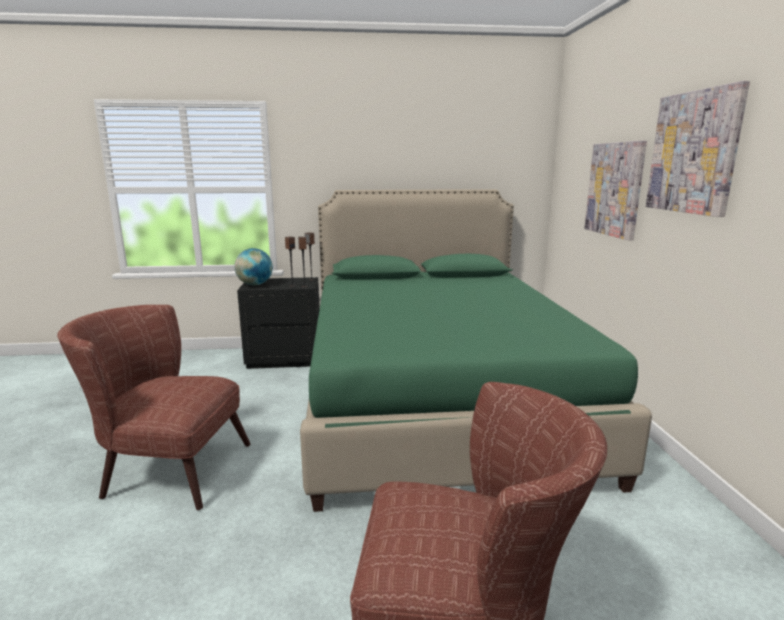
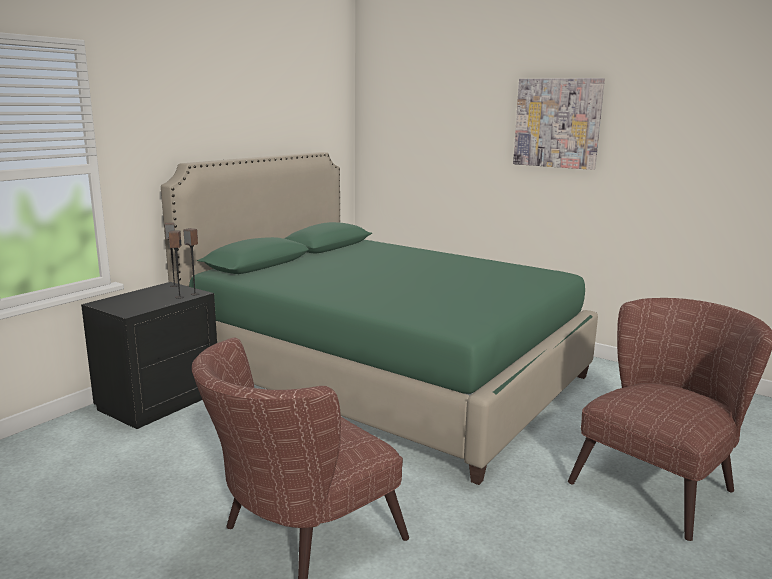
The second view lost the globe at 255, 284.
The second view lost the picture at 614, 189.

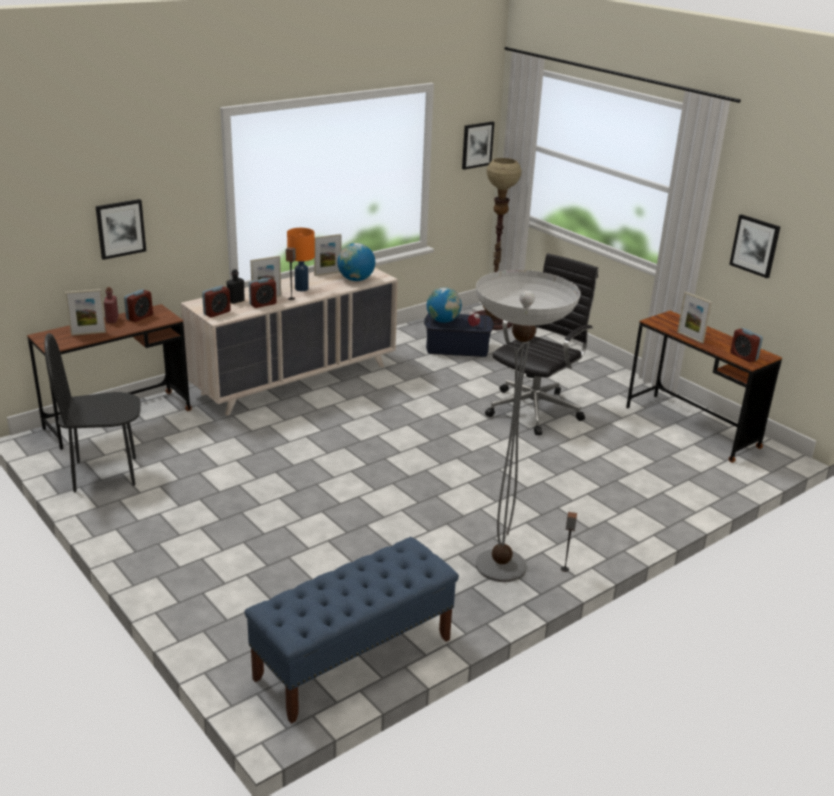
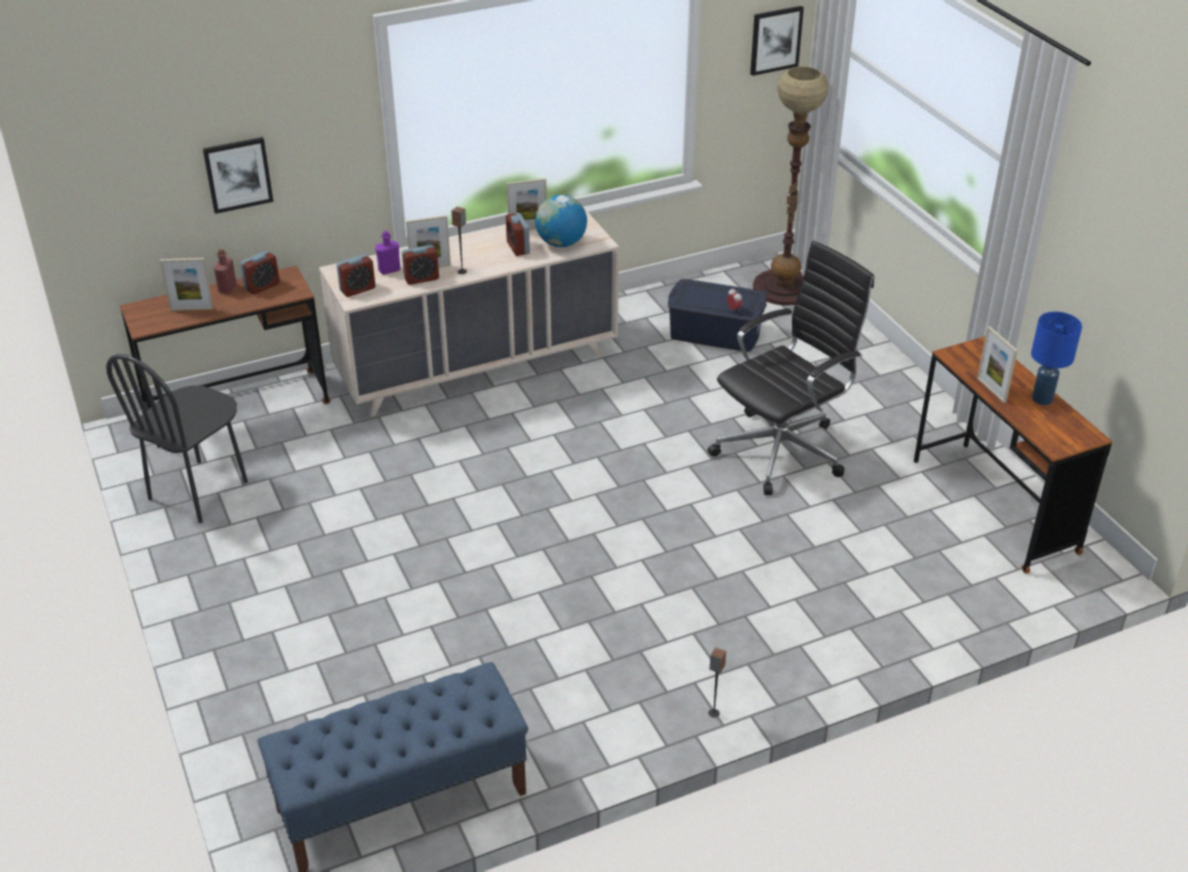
The black chair at 105, 474 ended up facing another way, 60 degrees counterclockwise from before.
What was the black bottle at 236, 301 turned into the purple bottle at 389, 270.
The alarm clock ended up elsewhere, having gone from 743, 356 to 518, 248.
The second view gained the blue table lamp at 1041, 399.
The second view lost the orange table lamp at 301, 289.
The second view lost the globe at 443, 321.
The second view lost the floor lamp at 501, 566.
The second view lost the picture at 755, 245.

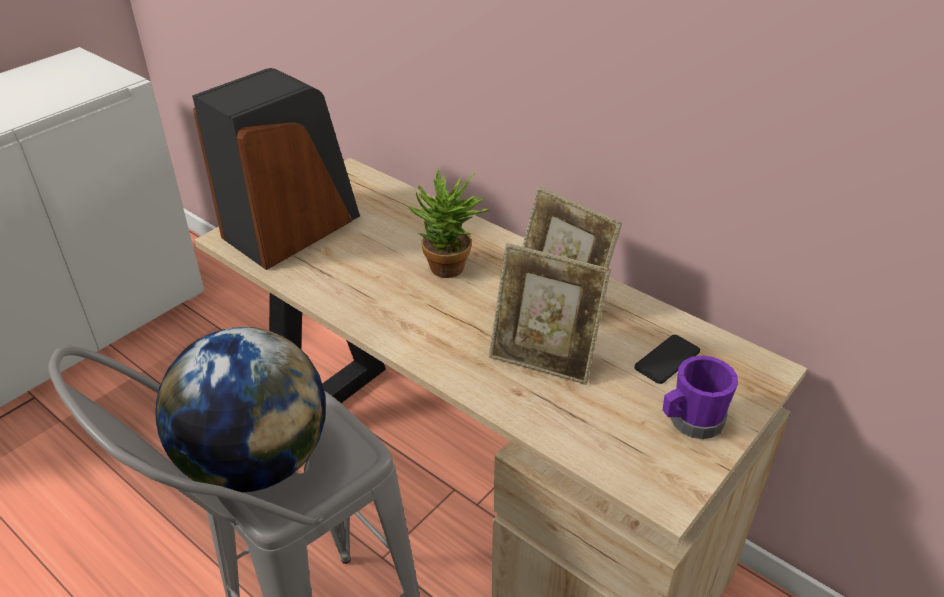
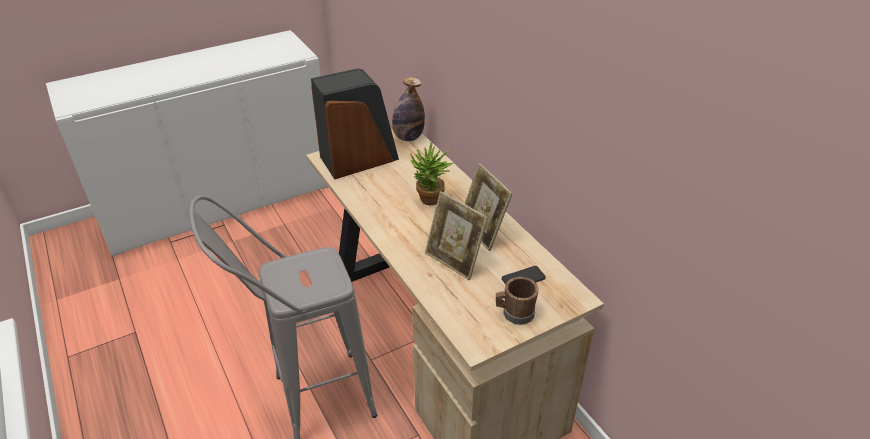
The second view gained the bottle at 408, 137.
What was the purple mug at 690, 421 turned into the brown mug at 514, 313.
The second view lost the globe at 256, 462.

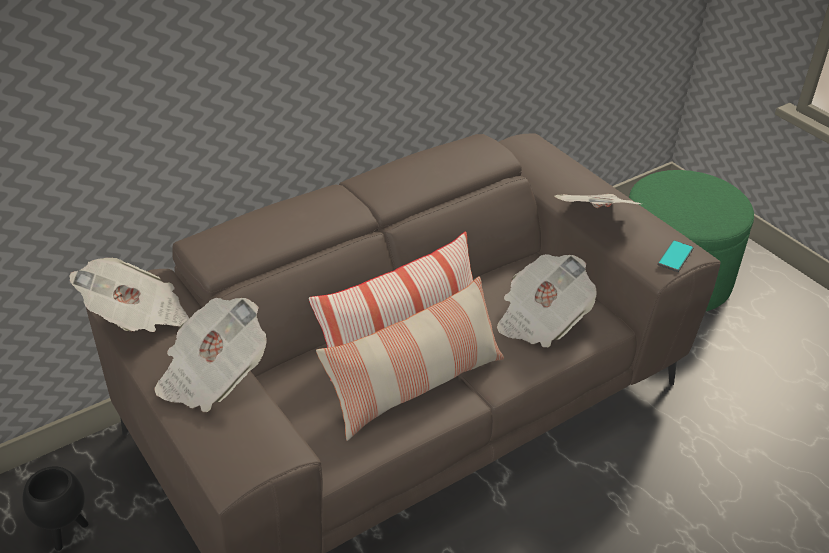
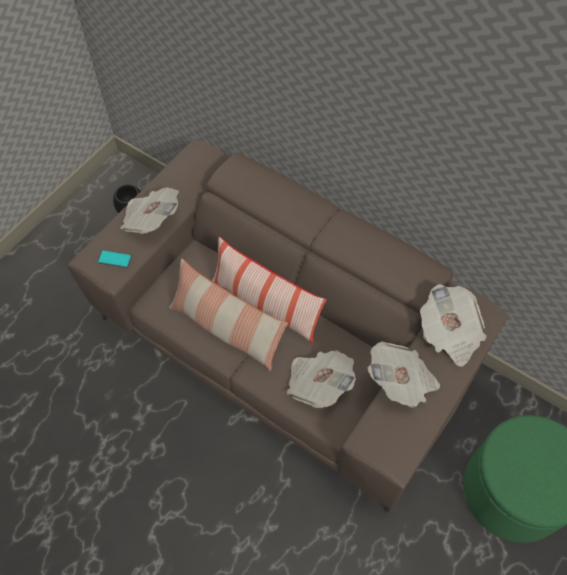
The phone ended up elsewhere, having gone from 675, 256 to 114, 259.
The newspaper ended up elsewhere, having gone from 138, 317 to 449, 333.

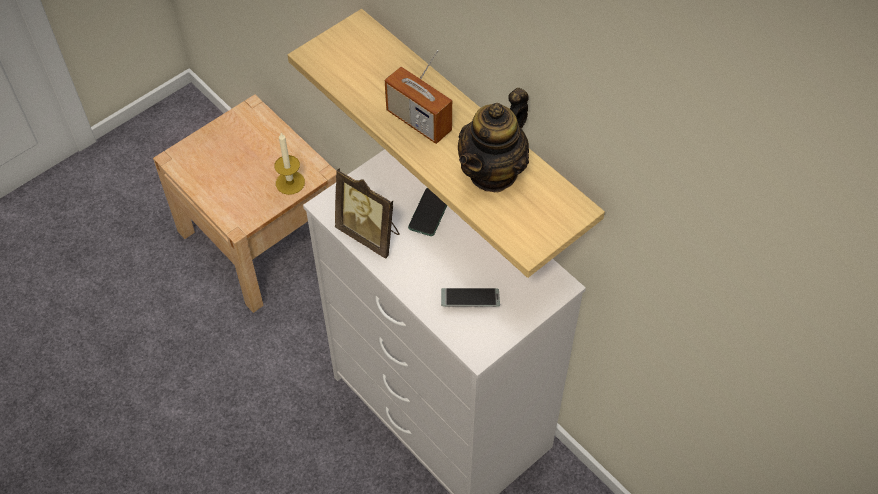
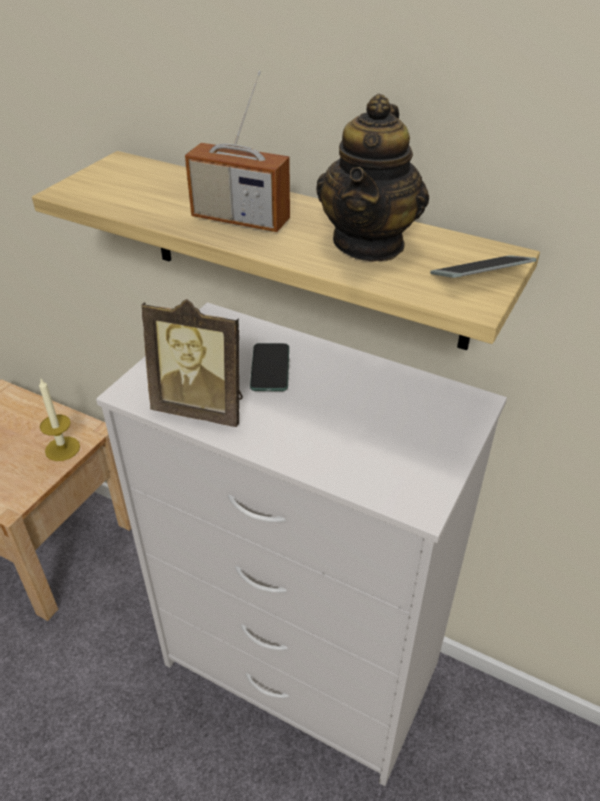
The phone ended up elsewhere, having gone from 470, 301 to 480, 276.

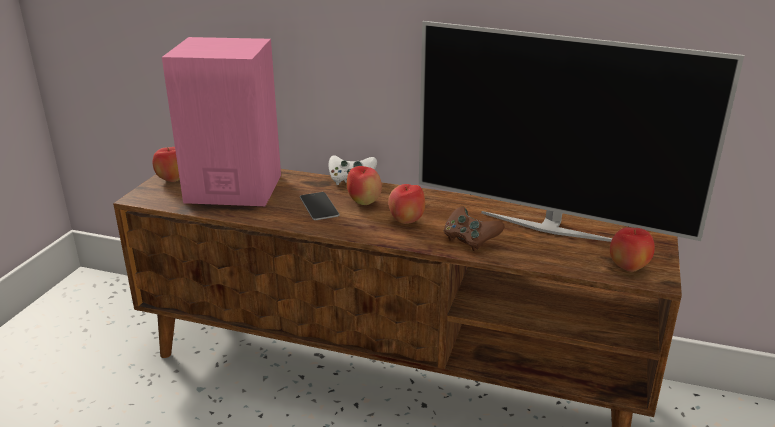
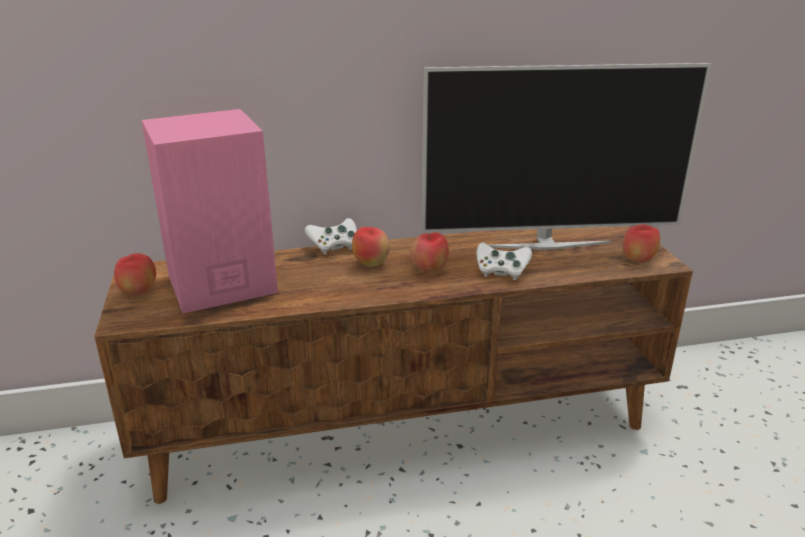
What was the brown game controller at 470, 240 turned into the white game controller at 501, 272.
The second view lost the phone at 319, 206.

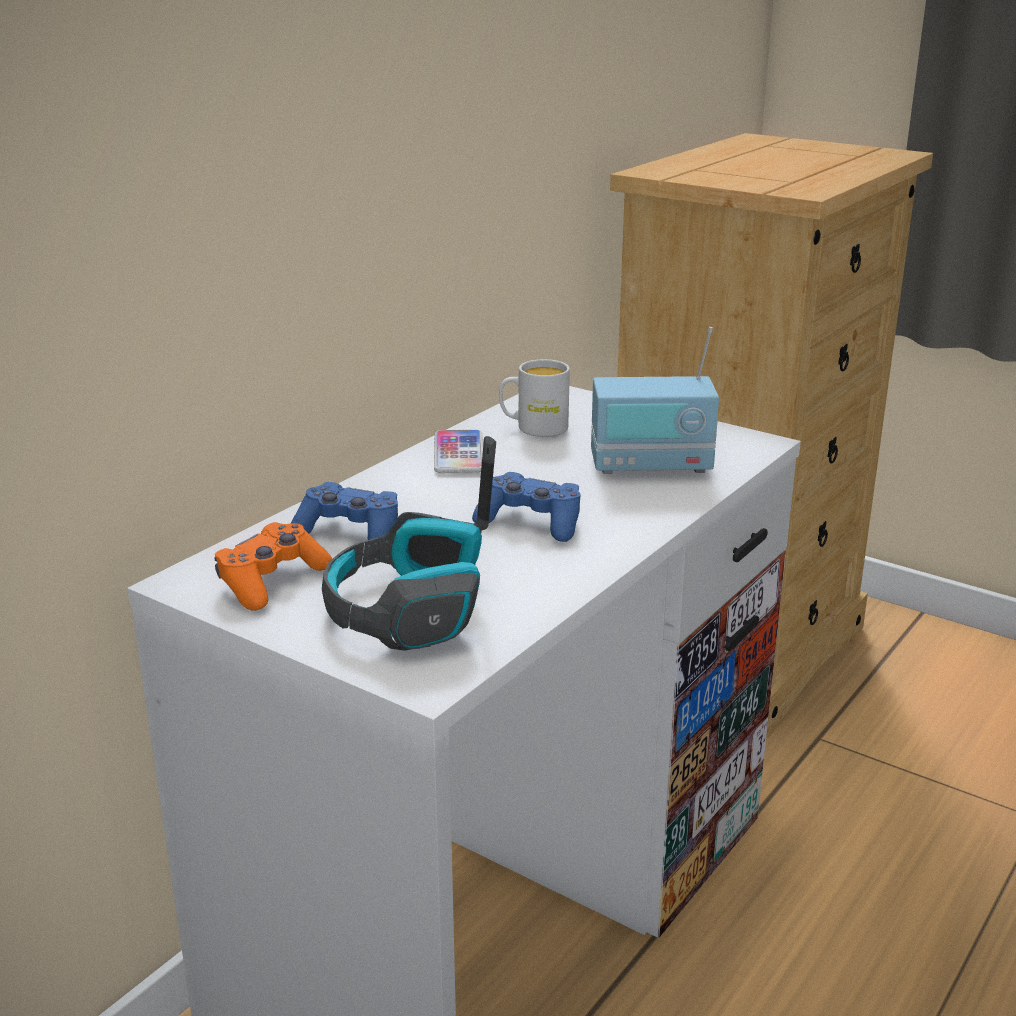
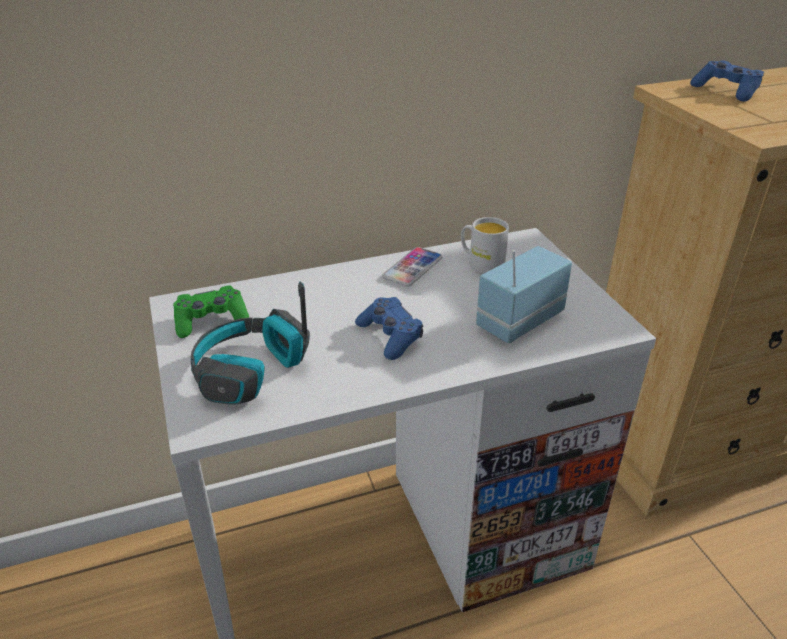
What was the orange game controller at 272, 581 turned into the green game controller at 211, 321.
The radio at 651, 466 ended up facing another way, 105 degrees clockwise from before.
The blue game controller ended up elsewhere, having gone from 350, 533 to 726, 91.

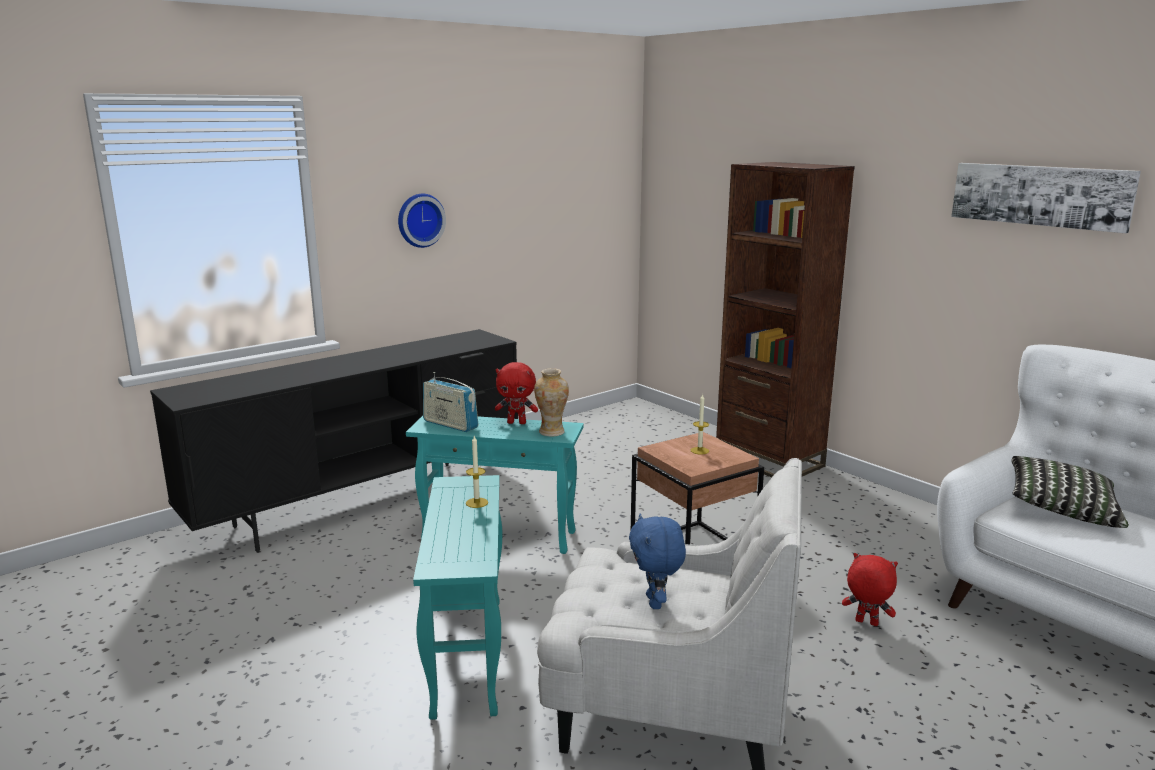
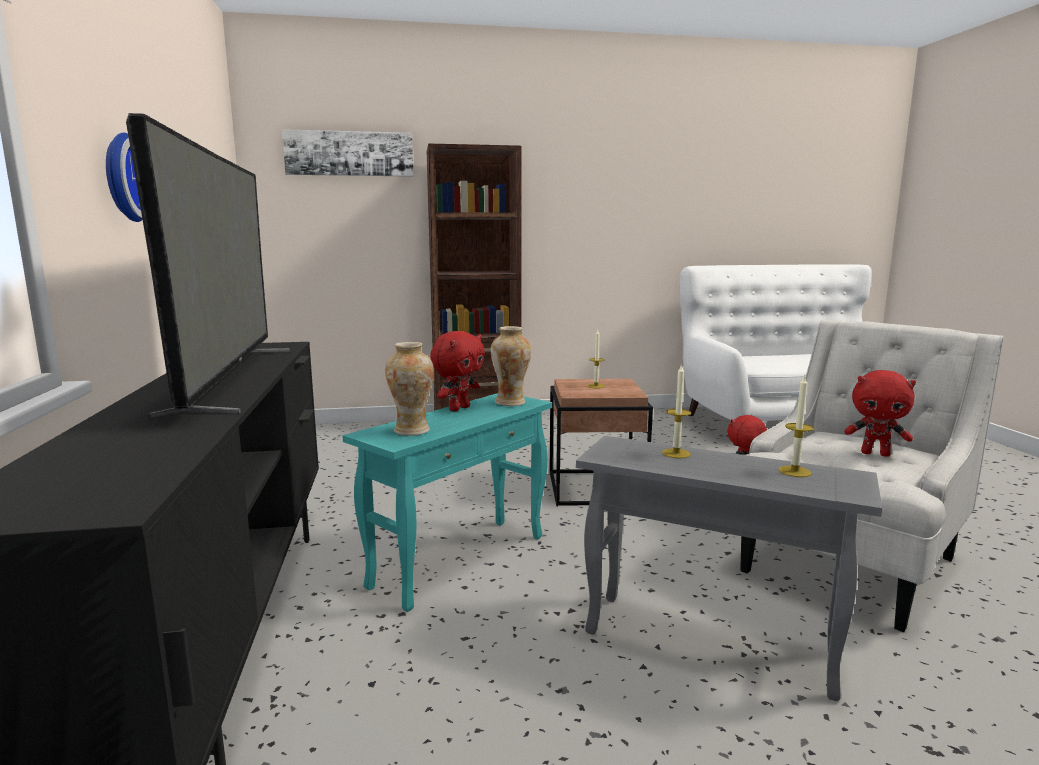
The second view gained the television at 232, 377.
The picture ended up elsewhere, having gone from 1040, 195 to 349, 153.
Where the radio stood at 450, 424, the vase came to stand at 412, 431.
What was the turquoise side table at 467, 655 turned into the grey side table at 708, 643.
The second view gained the candle at 794, 471.
What was the blue plush toy at 656, 602 turned into the red plush toy at 875, 454.
The second view lost the pillow at 1060, 509.

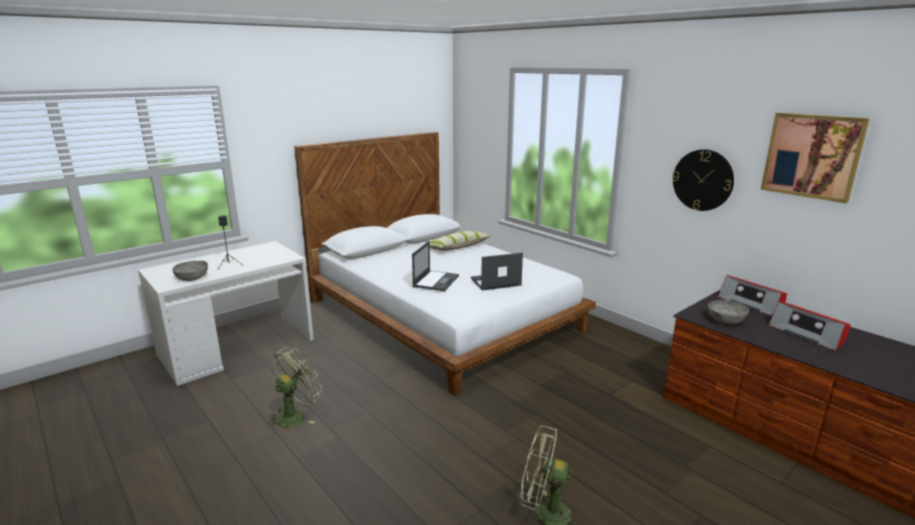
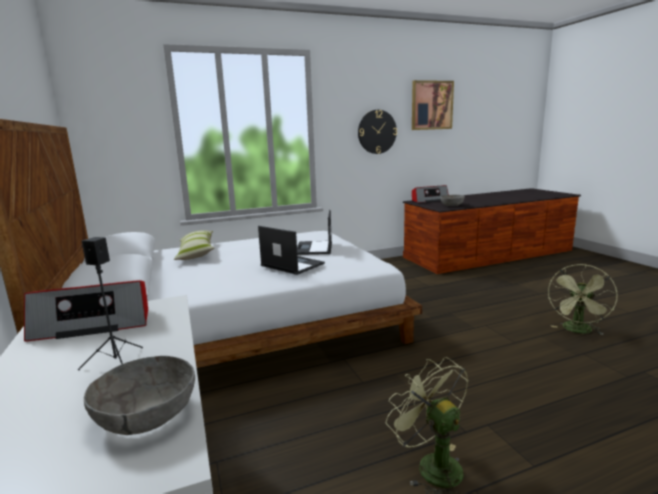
The radio ended up elsewhere, having gone from 807, 334 to 94, 323.

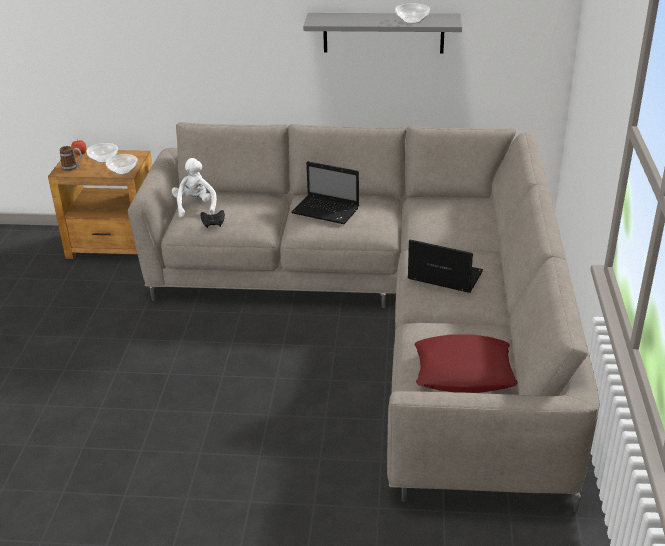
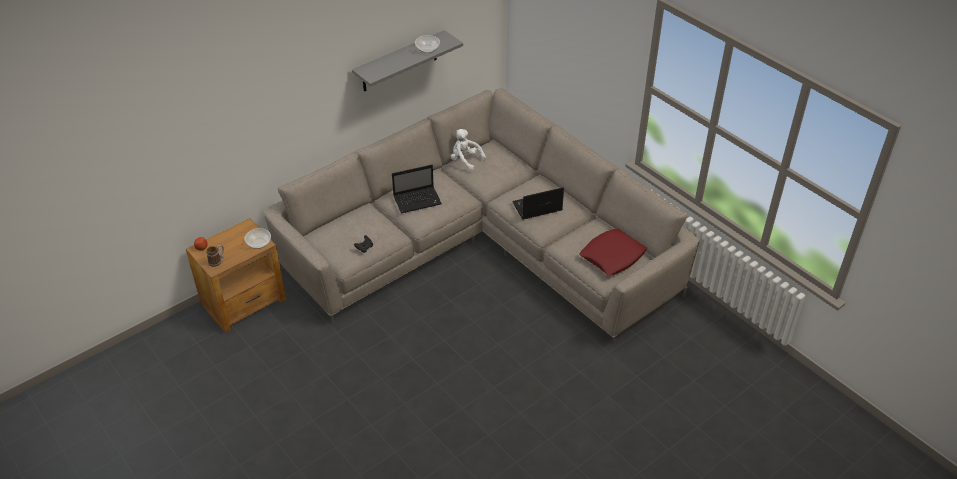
The white plush toy ended up elsewhere, having gone from 195, 207 to 465, 160.
The second view lost the bowl at 104, 159.

